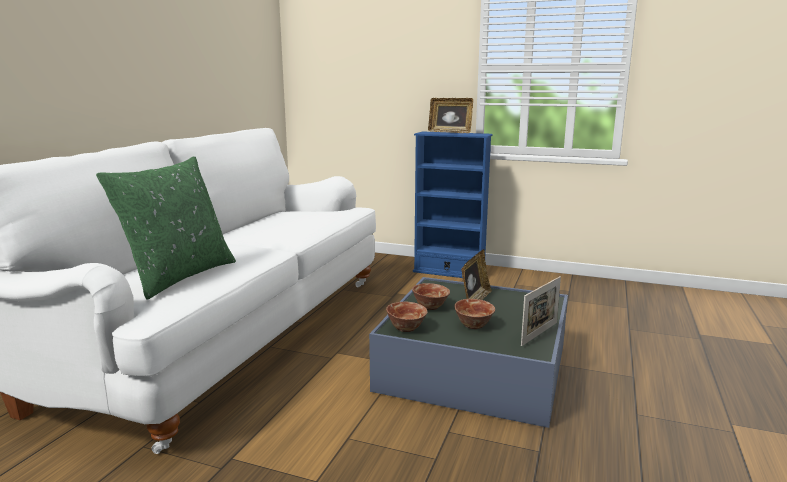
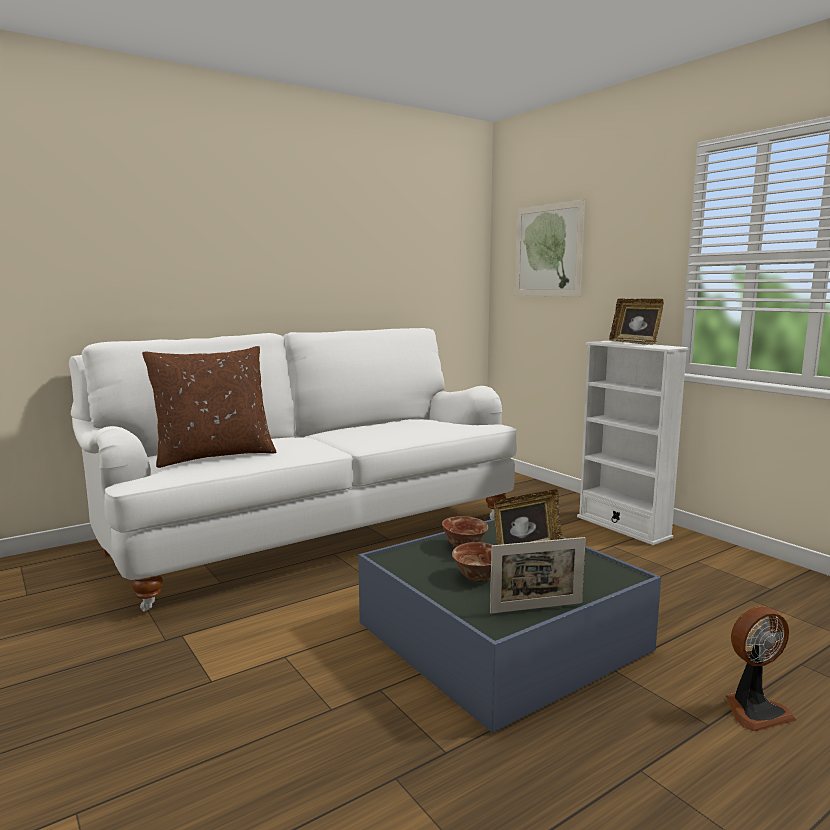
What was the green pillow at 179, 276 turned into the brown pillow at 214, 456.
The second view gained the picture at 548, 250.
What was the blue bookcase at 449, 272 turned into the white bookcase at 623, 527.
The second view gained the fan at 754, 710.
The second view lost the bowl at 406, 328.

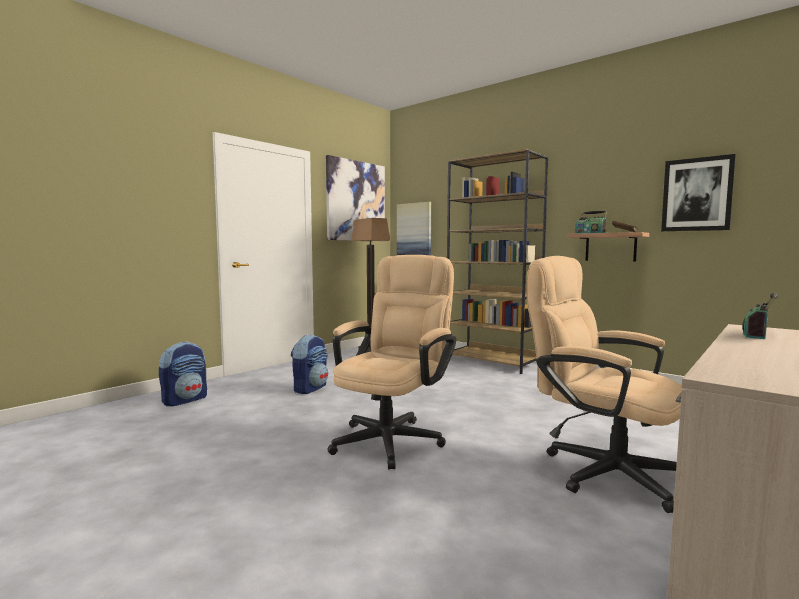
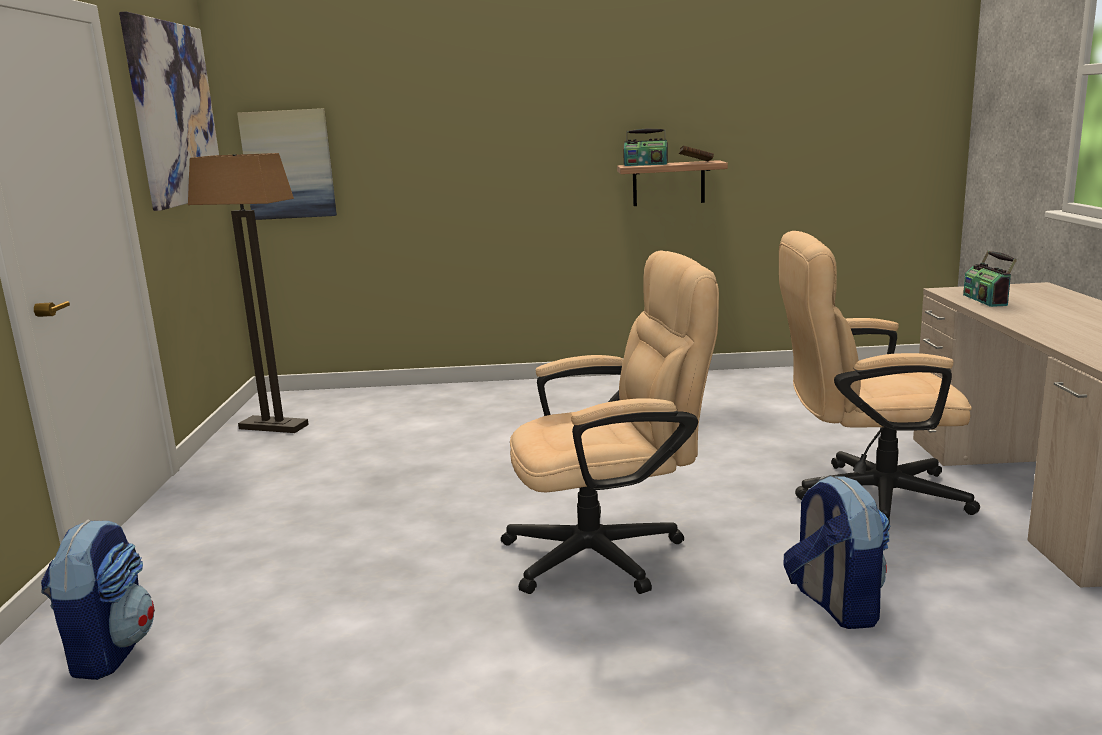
The beige office chair at 393, 437 ended up facing another way, 90 degrees clockwise from before.
The backpack ended up elsewhere, having gone from 310, 388 to 834, 605.
The second view lost the brown bookcase at 493, 362.
The second view lost the picture at 697, 194.

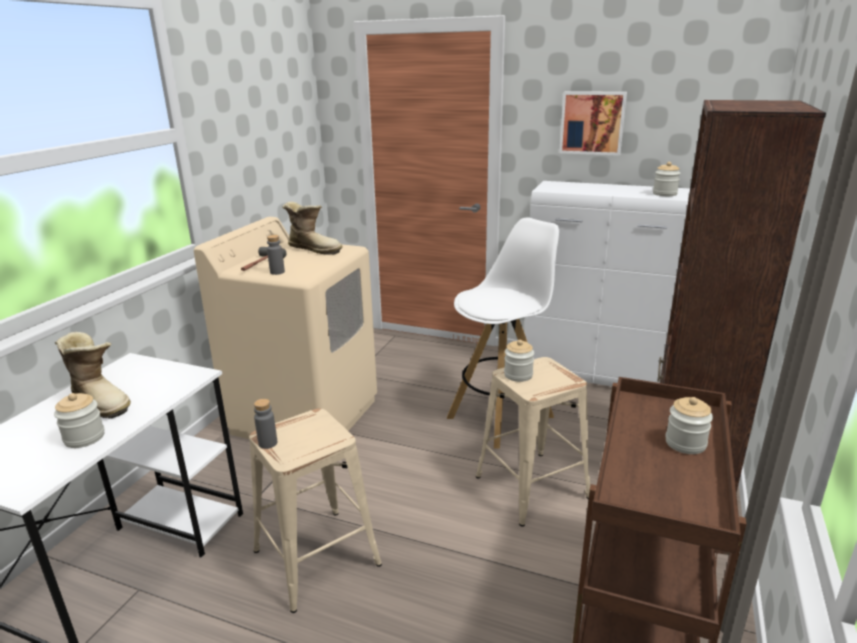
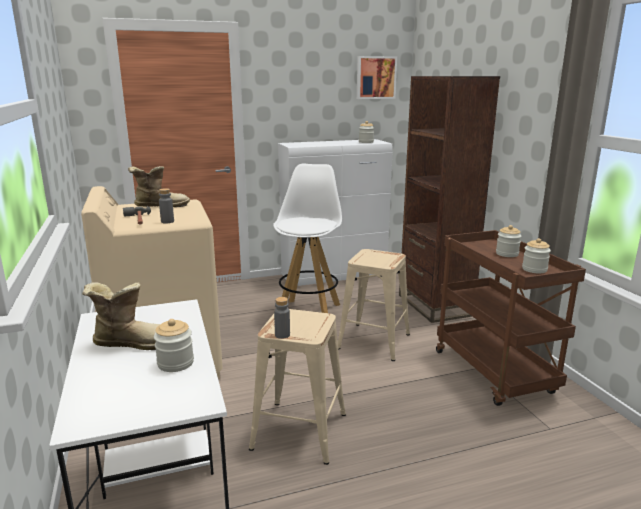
The picture ended up elsewhere, having gone from 592, 123 to 375, 77.
The jar ended up elsewhere, having gone from 518, 375 to 534, 269.

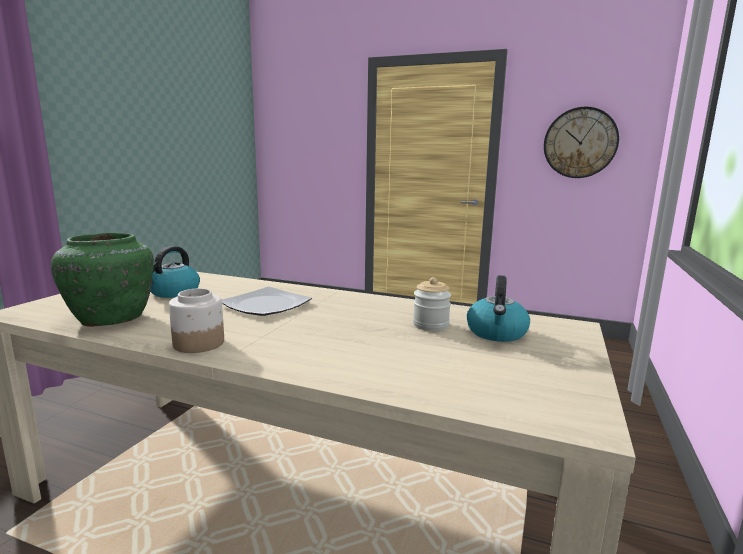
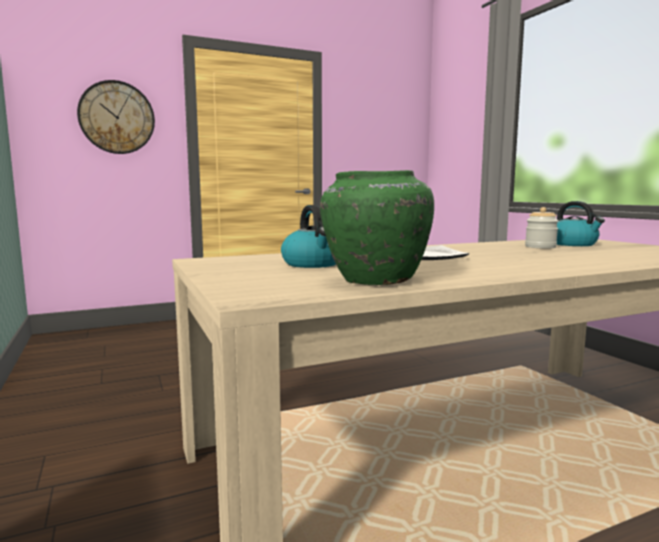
The wall clock ended up elsewhere, having gone from 580, 143 to 117, 117.
The second view lost the jar at 198, 344.

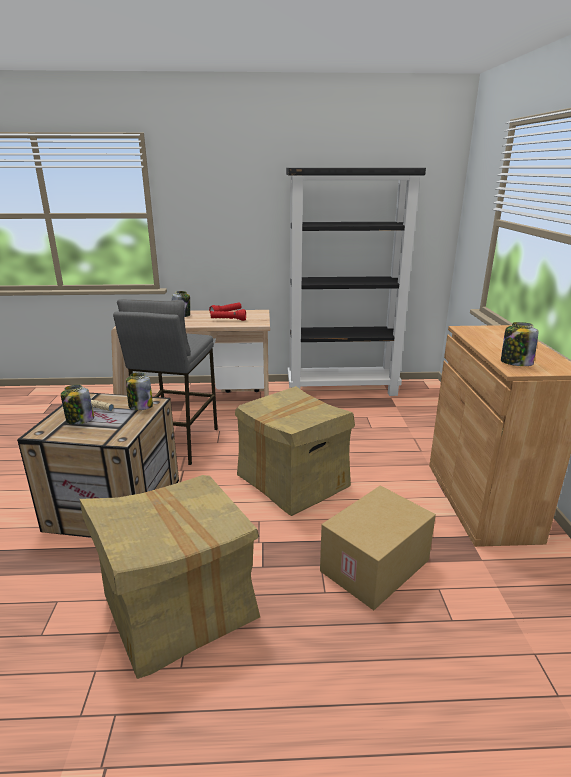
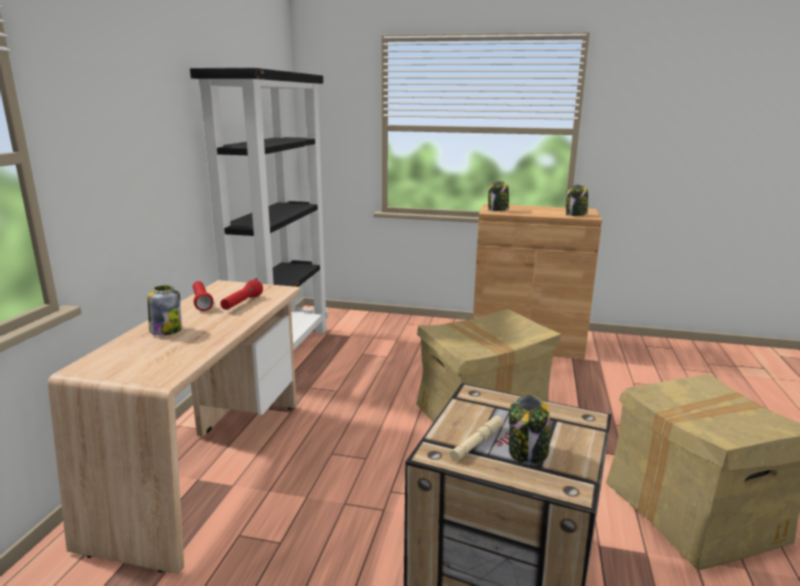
The jar ended up elsewhere, having gone from 140, 406 to 498, 210.
The second view lost the grey stool at 177, 443.
The second view lost the cardboard box at 375, 567.

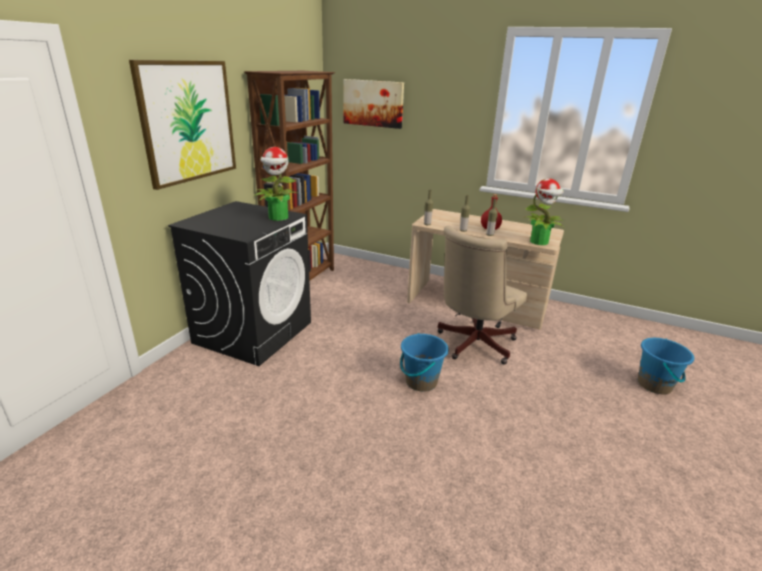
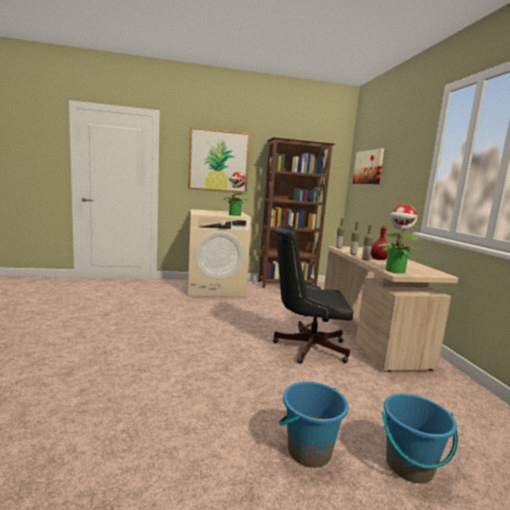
What was the black washing machine at 254, 332 turned into the beige washing machine at 215, 288.
What was the beige office chair at 472, 345 turned into the black office chair at 306, 346.
The blue bucket ended up elsewhere, having gone from 421, 382 to 308, 451.

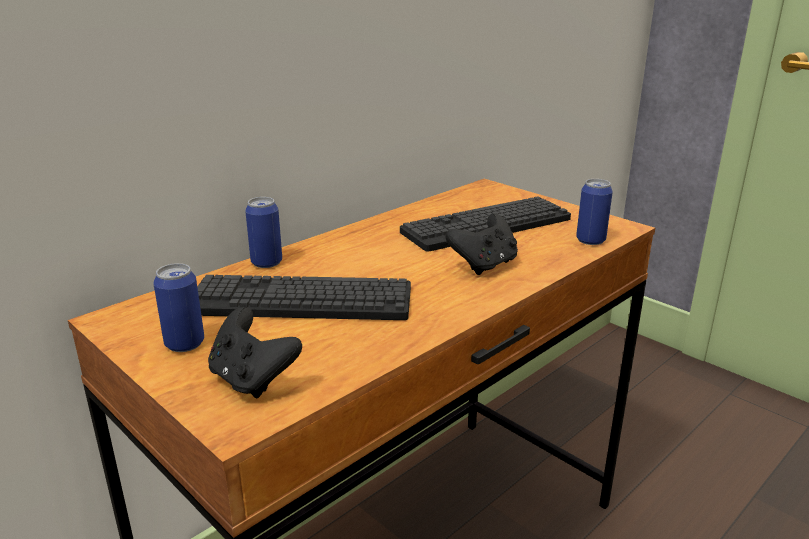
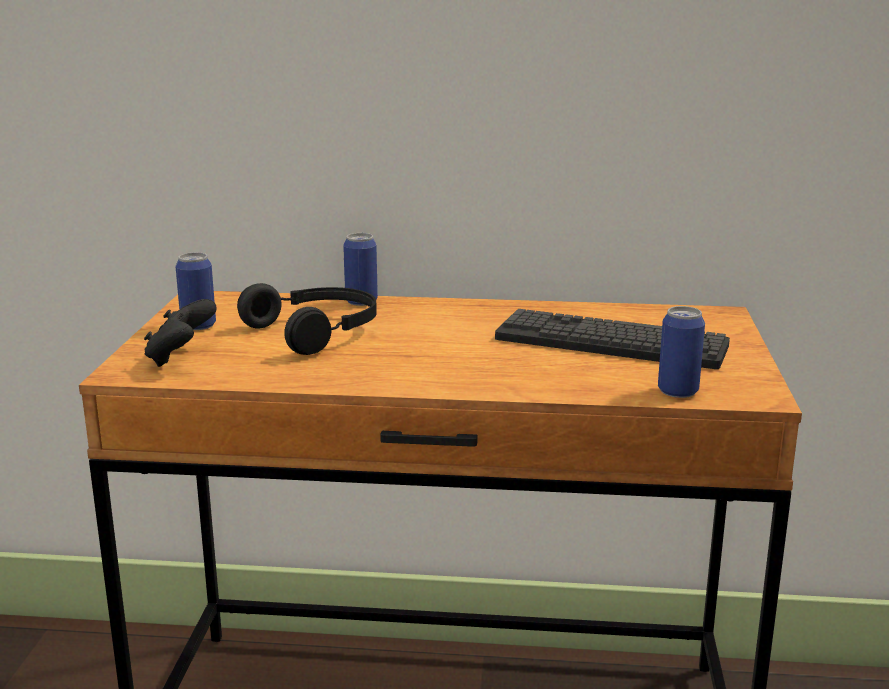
Where the keyboard stood at 301, 300, the black headphones came to stand at 317, 332.
The second view lost the black game controller at 484, 265.

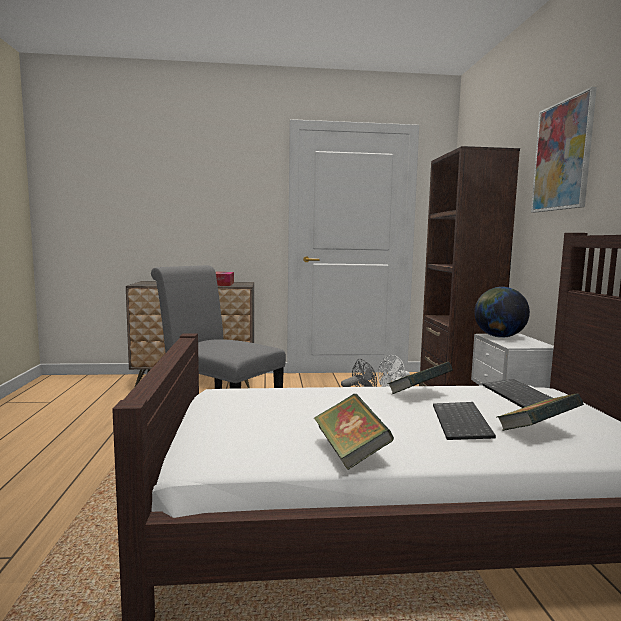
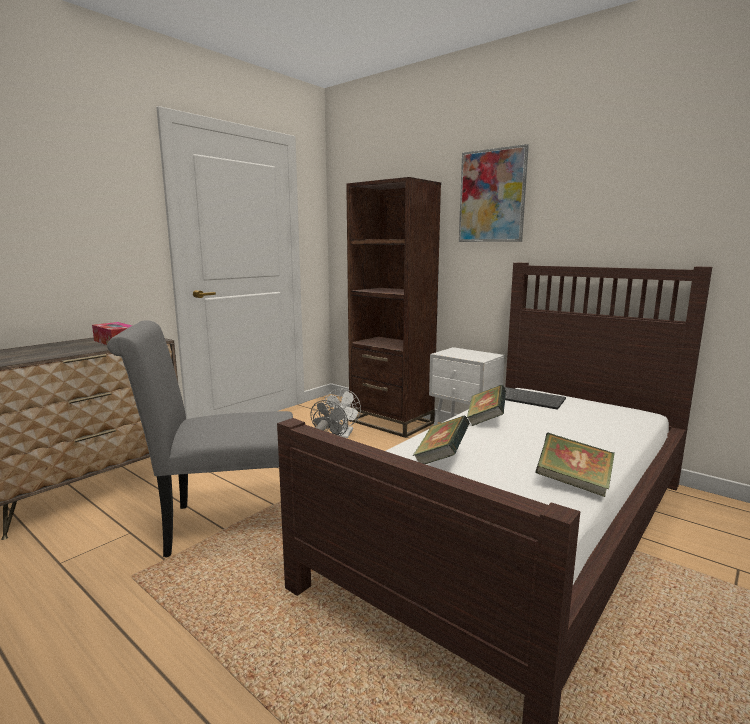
The book ended up elsewhere, having gone from 536, 433 to 441, 458.
The second view lost the keyboard at 463, 423.
The second view lost the globe at 499, 337.

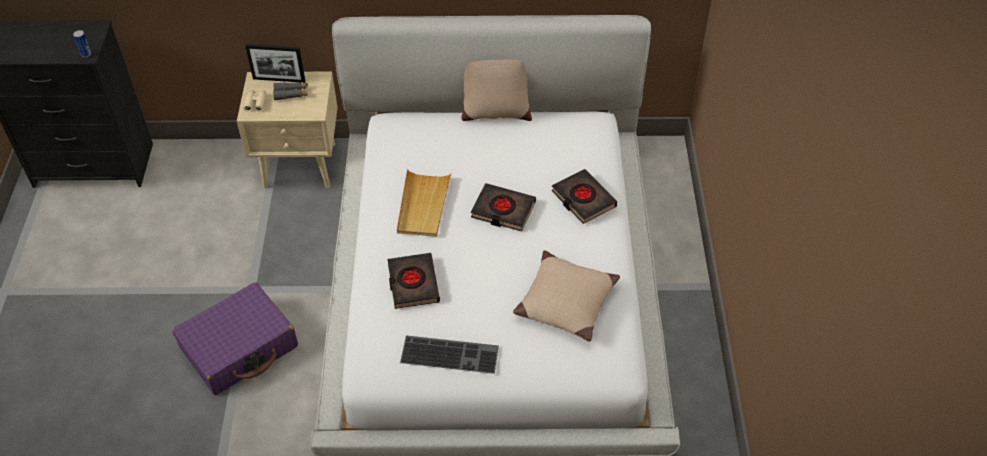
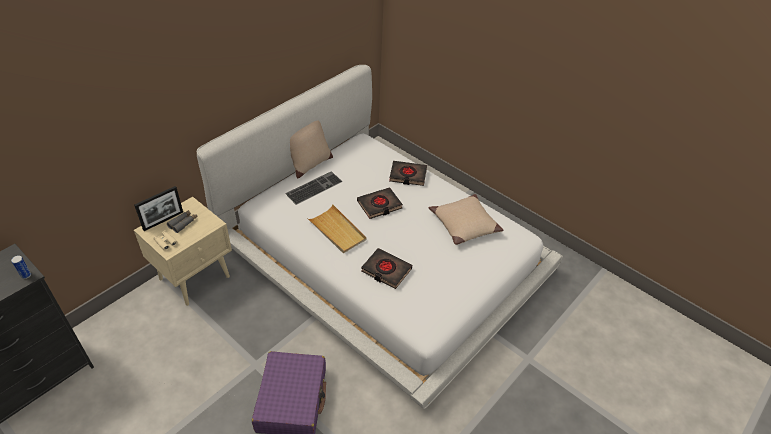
The keyboard ended up elsewhere, having gone from 451, 353 to 314, 187.

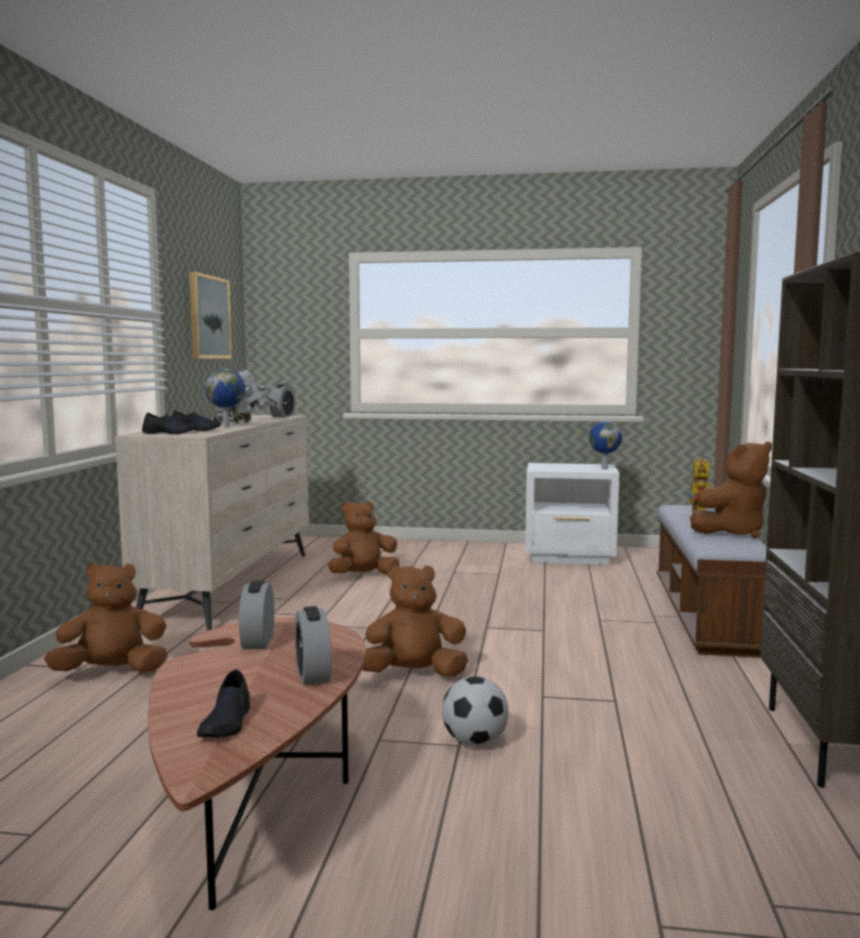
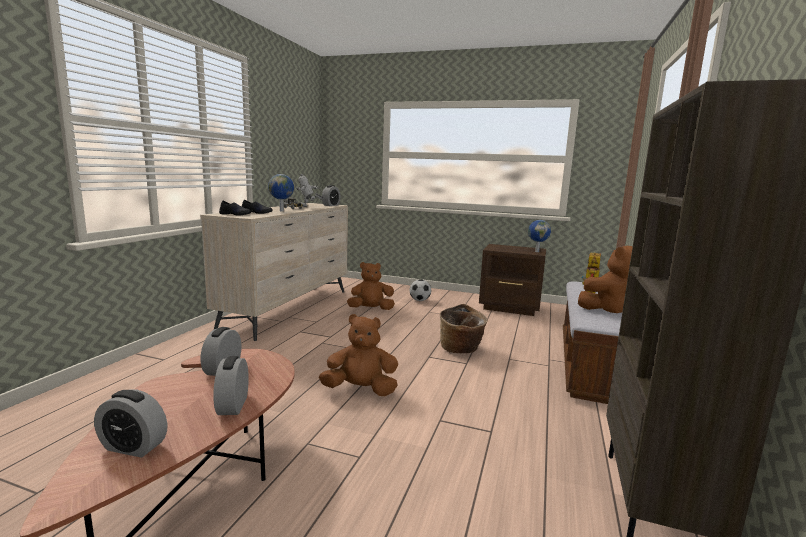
Where the black shoe stood at 226, 723, the alarm clock came to stand at 133, 447.
The football ended up elsewhere, having gone from 474, 742 to 419, 300.
The second view gained the basket at 461, 349.
What was the white nightstand at 571, 557 turned into the brown nightstand at 510, 308.
The second view lost the brown plush toy at 112, 672.
The second view lost the picture at 208, 317.

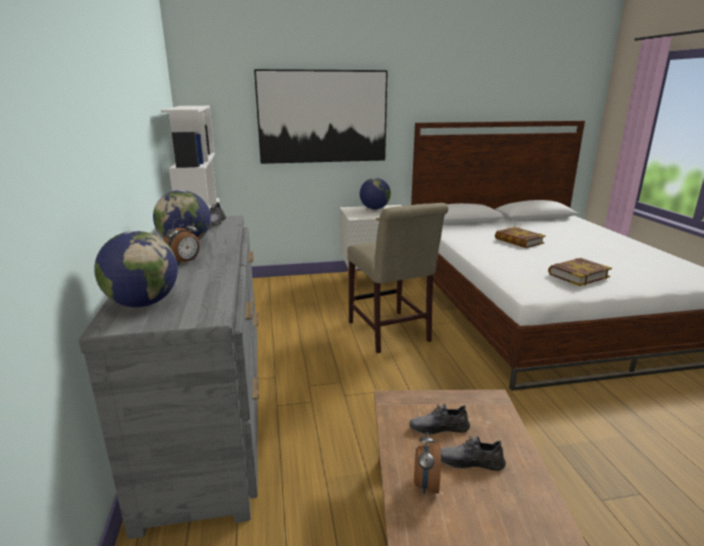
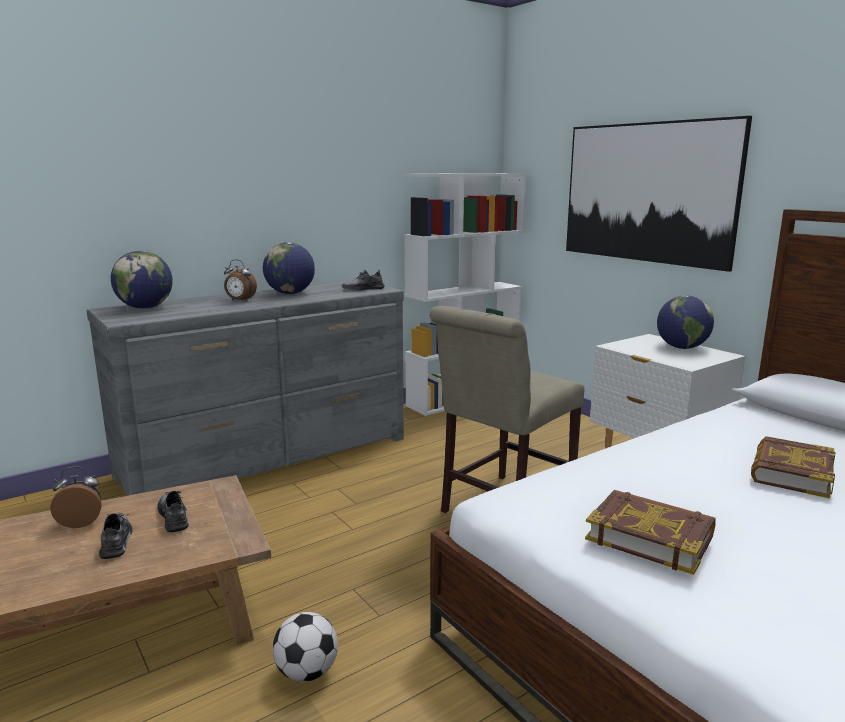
The second view gained the football at 307, 672.

